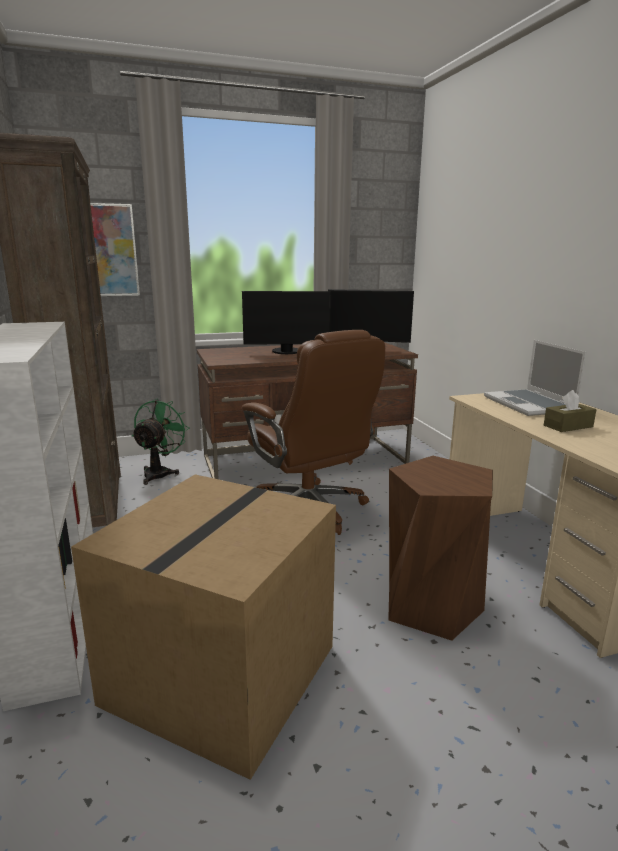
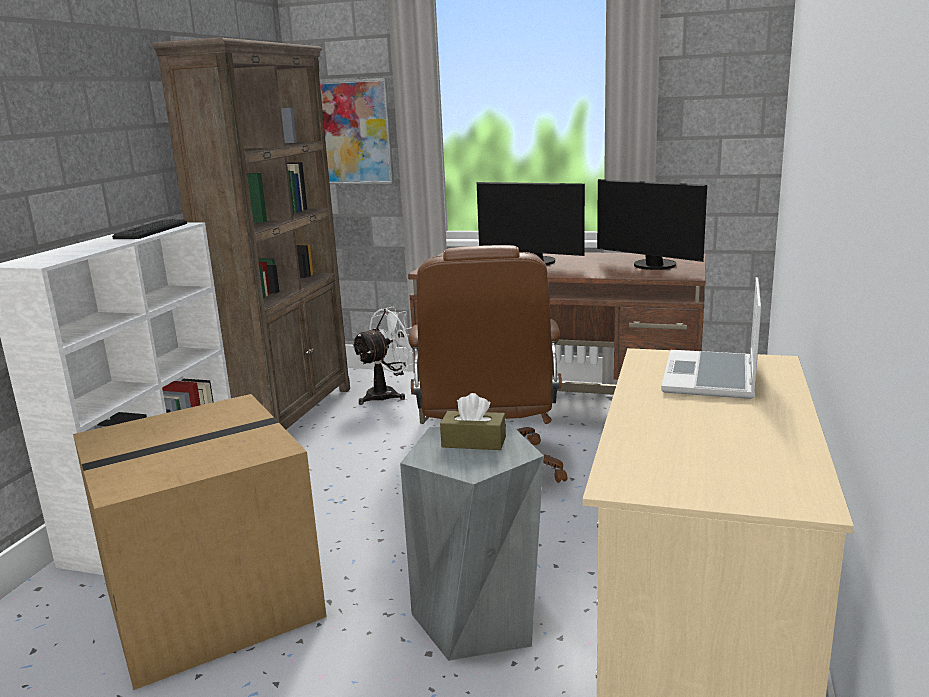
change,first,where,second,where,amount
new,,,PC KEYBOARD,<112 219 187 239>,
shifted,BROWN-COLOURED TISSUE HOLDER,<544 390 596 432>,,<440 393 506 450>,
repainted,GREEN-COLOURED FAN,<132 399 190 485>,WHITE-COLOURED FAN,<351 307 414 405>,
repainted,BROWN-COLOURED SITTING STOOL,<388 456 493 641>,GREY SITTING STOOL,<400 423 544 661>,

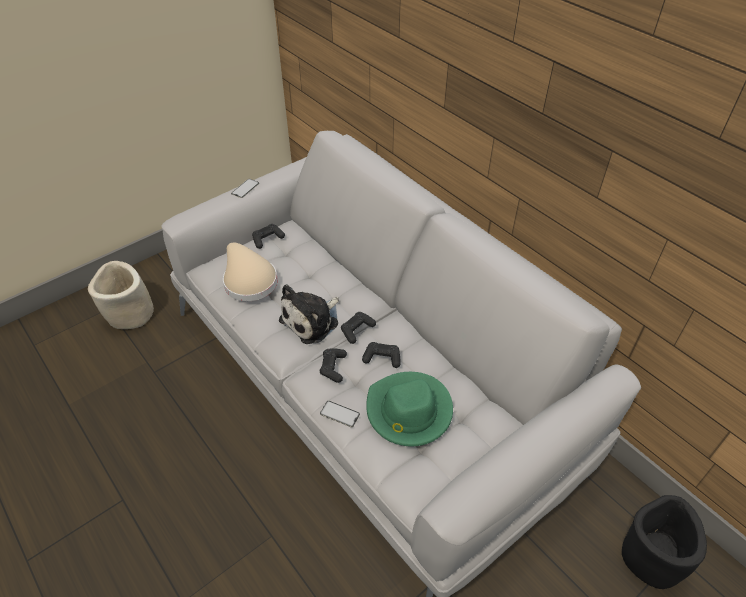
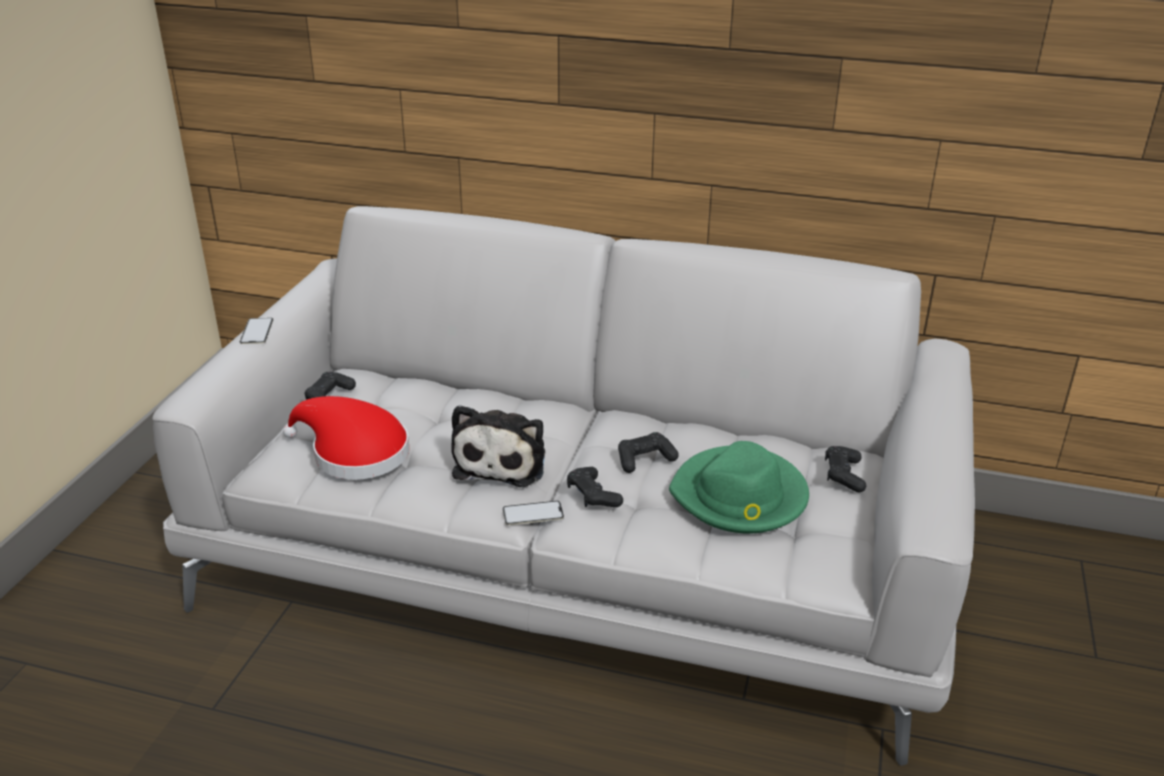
change,first,where,second,where,amount
gone,BEIGE-COLOURED PLANT POT,<88 261 154 329>,,,
gone,BLACK PLANT POT,<622 495 707 589>,,,
shifted,HANDSET,<320 401 360 427>,,<503 501 564 525>,
shifted,BLACK GAME CONTROLLER,<341 312 376 344>,,<825 446 866 493>,
repainted,BEIGE-COLOURED CLOTHING HAT,<223 242 278 301>,RED-COLOURED CLOTHING HAT,<283 396 409 480>,

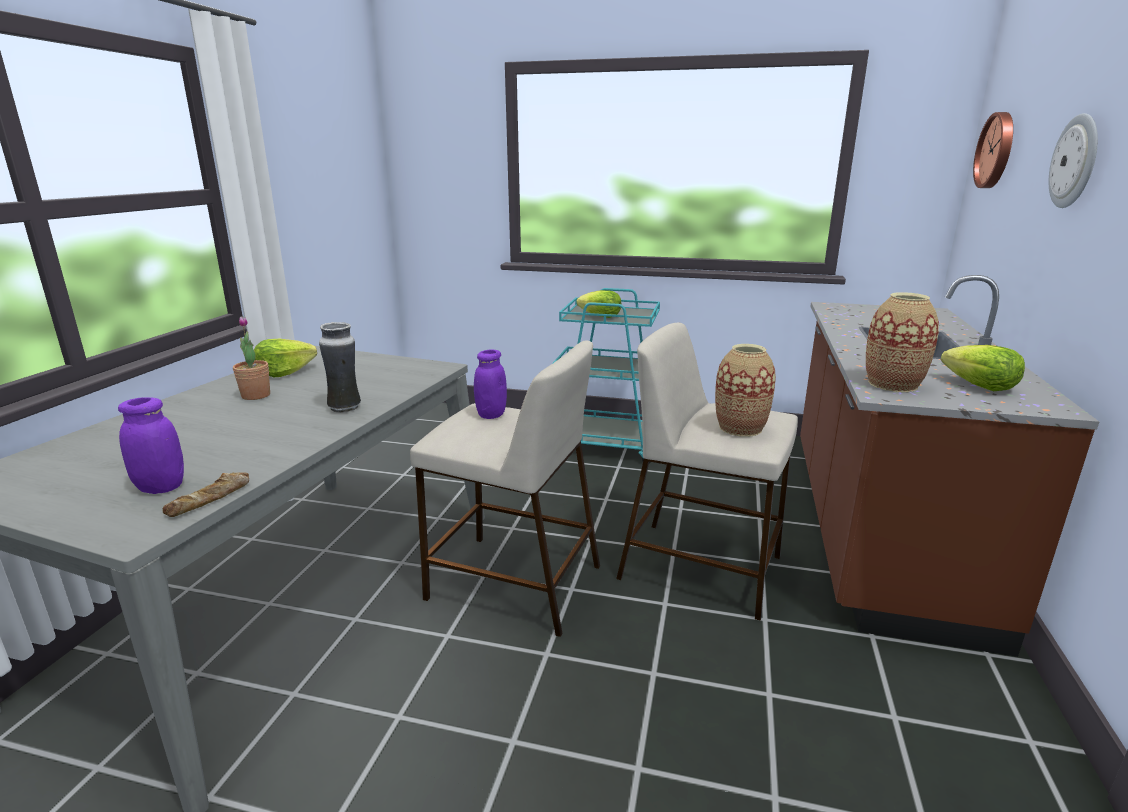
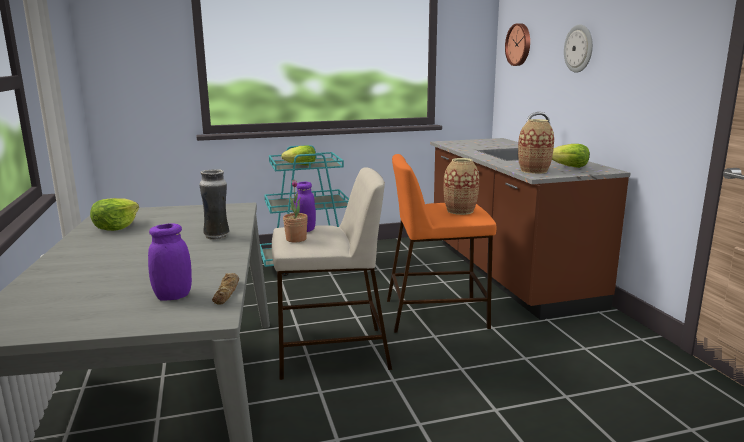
change,first,where,second,where,amount
shifted,POTTED PLANT,<233 316 270 400>,,<283 180 308 242>,
repainted,BEIGE-COLOURED SITTING STOOL,<616 323 798 621>,ORANGE SITTING STOOL,<387 154 496 333>,

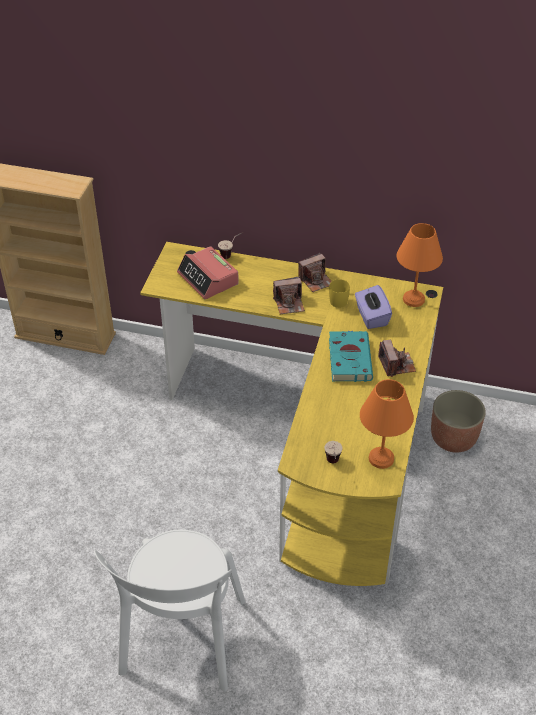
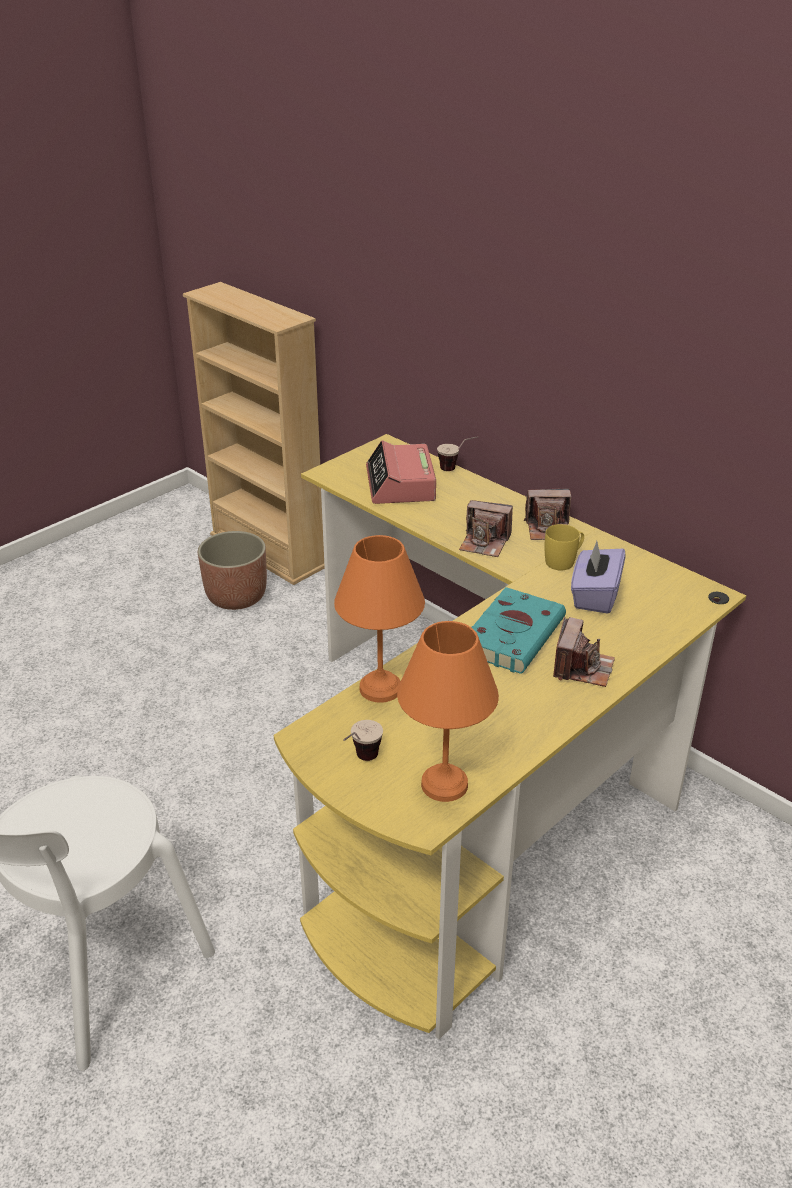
change,first,where,second,where,amount
shifted,ORANGE TABLETOP LAMP,<396 223 443 307>,,<334 535 425 703>,
shifted,PLANT POT,<431 390 486 453>,,<198 531 267 610>,

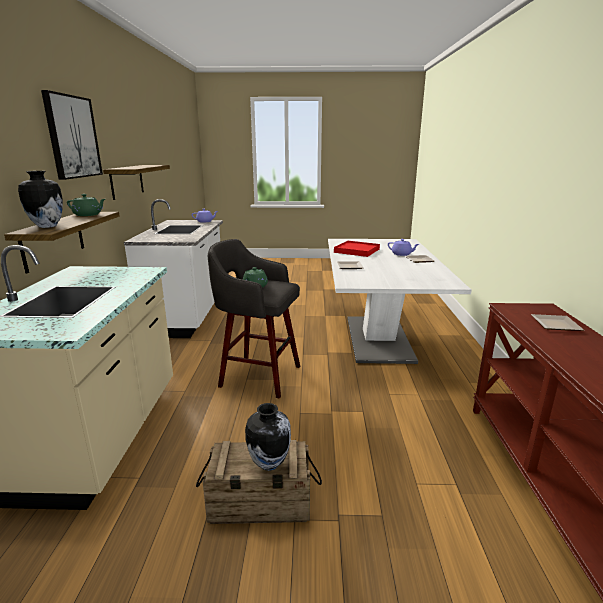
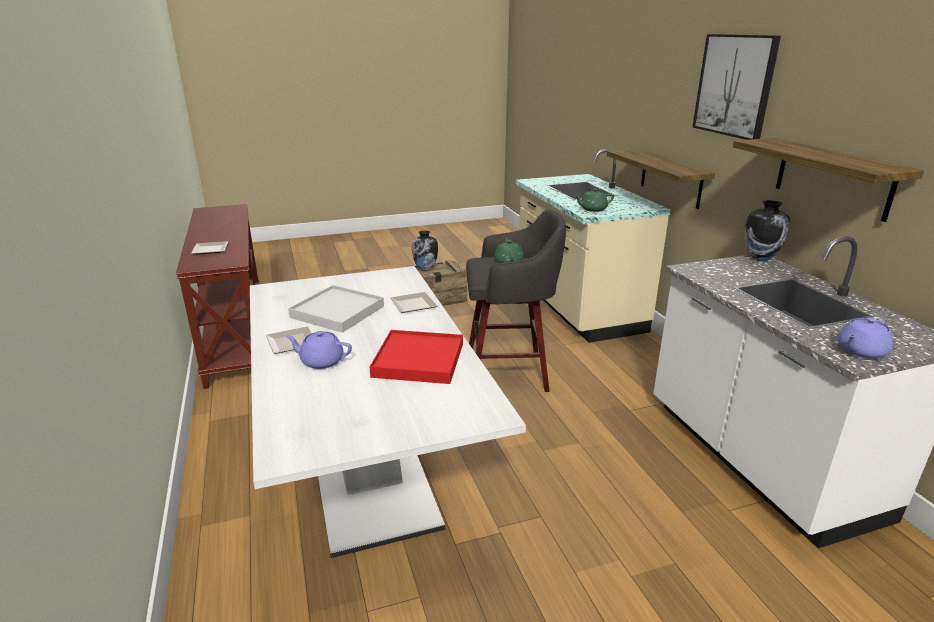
change,first,where,second,where,amount
new,,,WHITE-COLOURED CARRYING TRAY,<288 285 384 333>,
shifted,VASE,<18 171 63 228>,,<745 200 790 261>,
shifted,GREEN-COLOURED POT FOR TEA,<67 194 105 216>,,<573 189 614 212>,

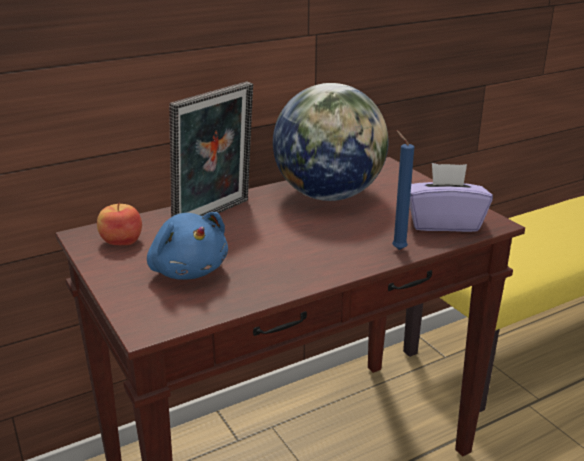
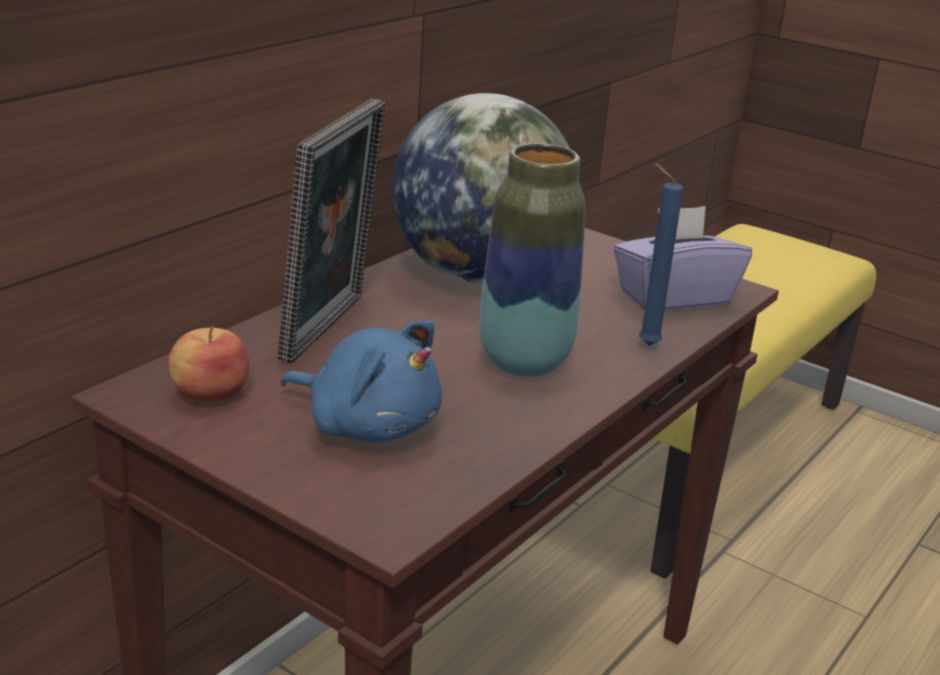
change,first,where,second,where,amount
new,,,VASE,<479 143 586 377>,

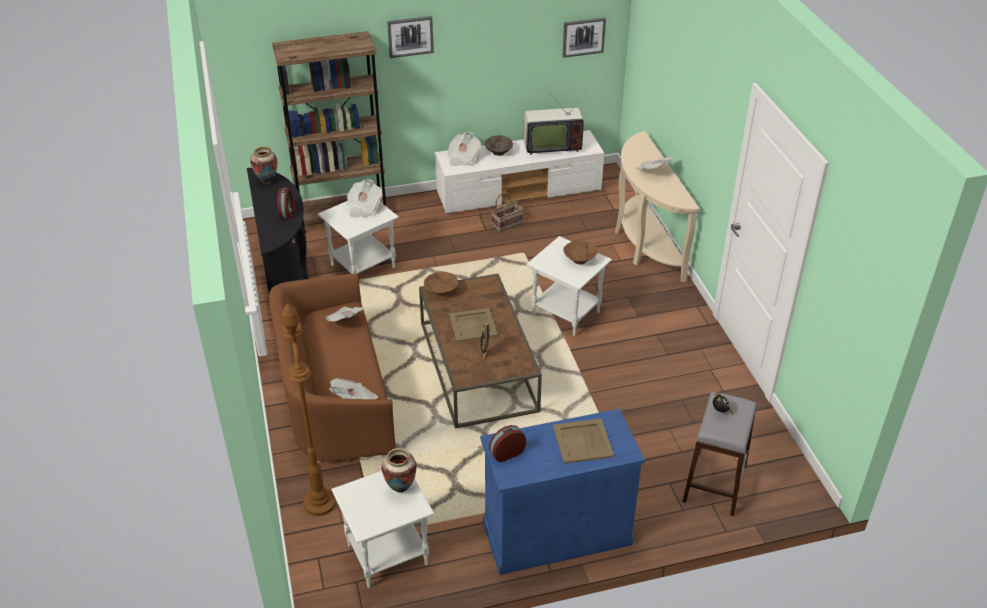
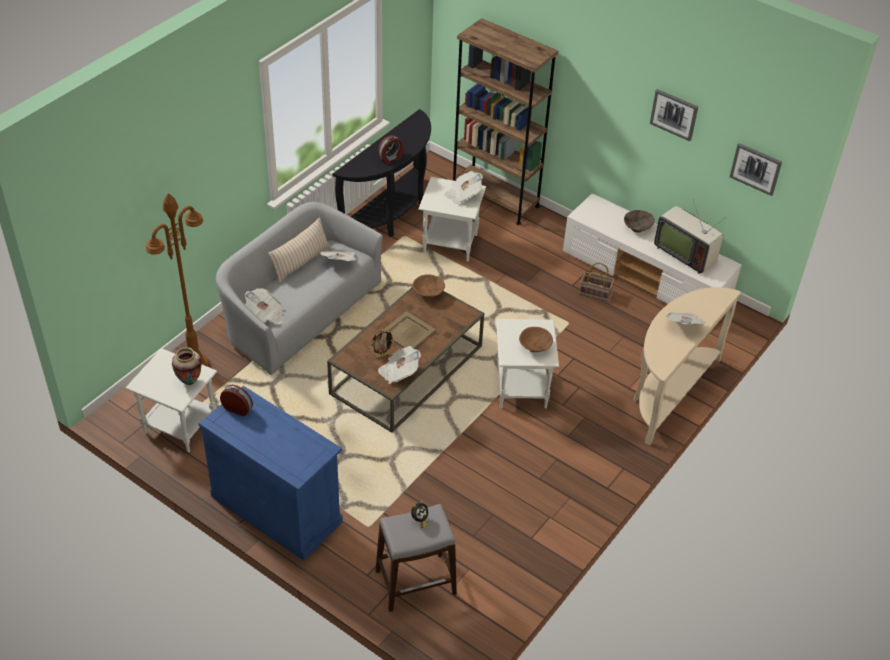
change,first,where,second,where,amount
gone,VASE,<250 146 277 184>,,,
gone,BEIGE-COLOURED CARRYING TRAY,<553 418 614 464>,,,
new,,,BEIGE-COLOURED PILLOW,<268 217 330 283>,
shifted,PICTURE,<387 16 434 58>,,<650 89 698 141>,
shifted,DAILY PAPER,<448 132 481 166>,,<378 346 421 384>,
repainted,BROWN-COLOURED COUCH,<269 274 396 463>,GREY COUCH,<216 202 383 375>,

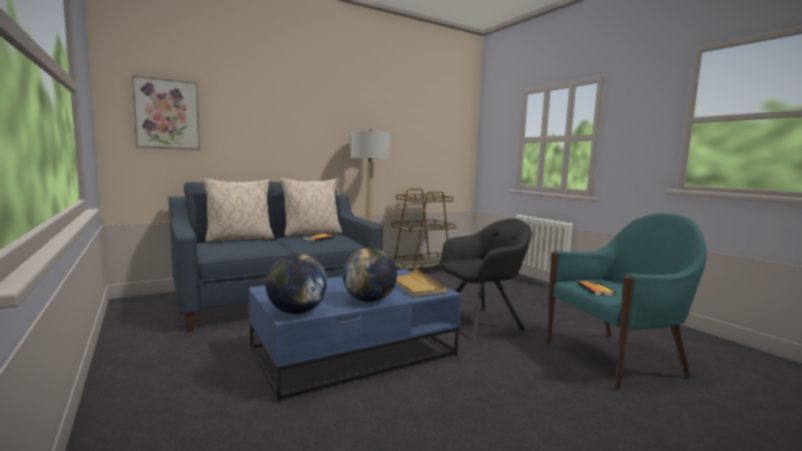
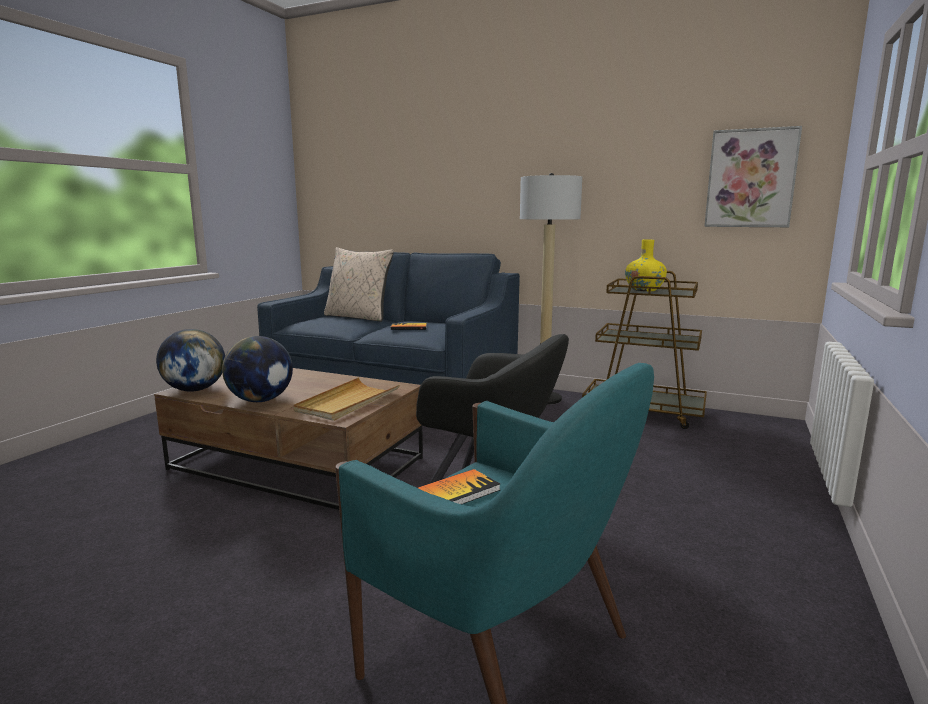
change,first,where,second,where,amount
gone,BEIGE-COLOURED PILLOW,<280 178 342 237>,,,
new,,,YELLOW-COLOURED VASE,<625 240 667 291>,
shifted,PICTURE,<132 75 200 150>,,<704 126 802 227>,
repainted,BLUE-COLOURED COFFEE TABLE,<248 269 461 403>,BROWN-COLOURED COFFEE TABLE,<154 368 423 510>,

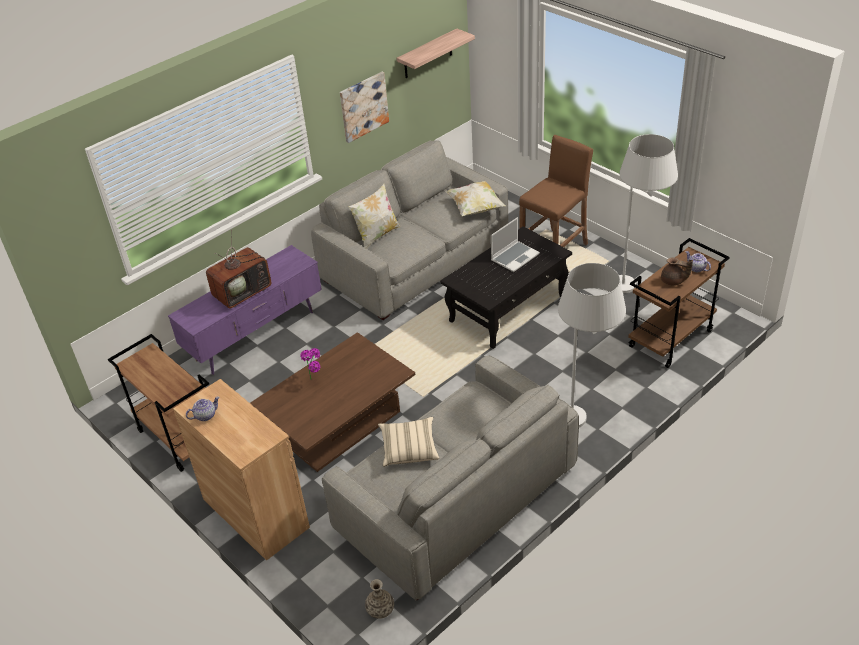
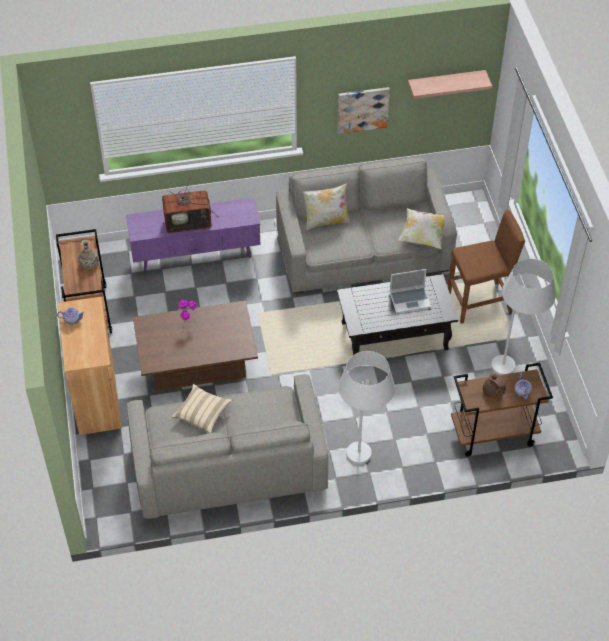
change,first,where,second,where,amount
shifted,VASE,<365 579 394 619>,,<78 240 99 269>,

